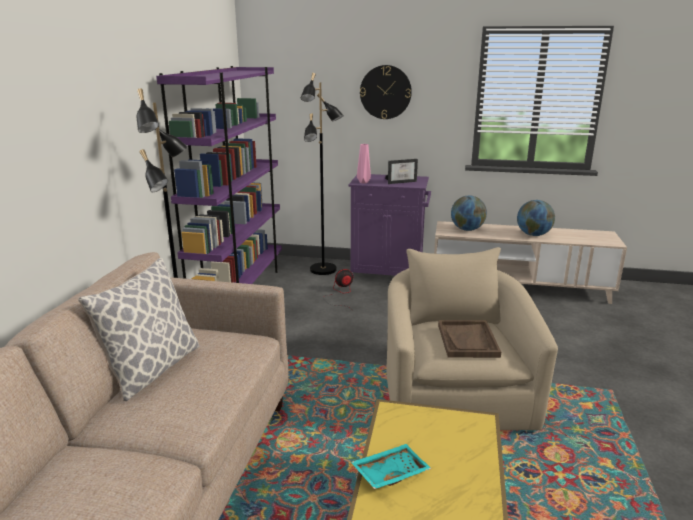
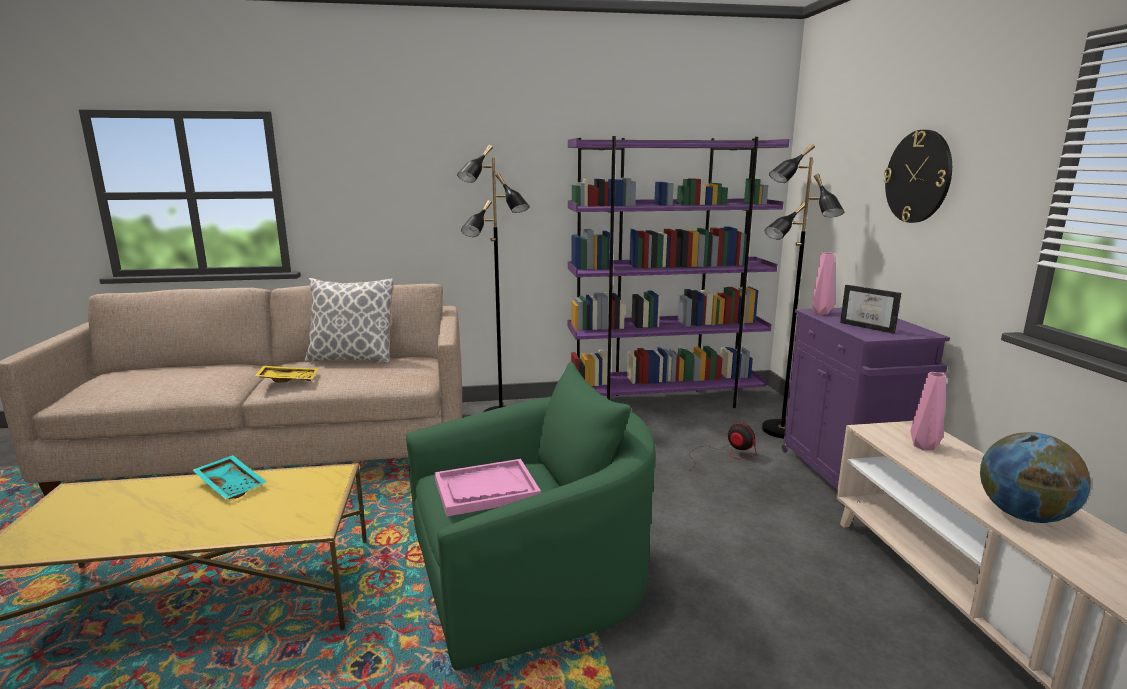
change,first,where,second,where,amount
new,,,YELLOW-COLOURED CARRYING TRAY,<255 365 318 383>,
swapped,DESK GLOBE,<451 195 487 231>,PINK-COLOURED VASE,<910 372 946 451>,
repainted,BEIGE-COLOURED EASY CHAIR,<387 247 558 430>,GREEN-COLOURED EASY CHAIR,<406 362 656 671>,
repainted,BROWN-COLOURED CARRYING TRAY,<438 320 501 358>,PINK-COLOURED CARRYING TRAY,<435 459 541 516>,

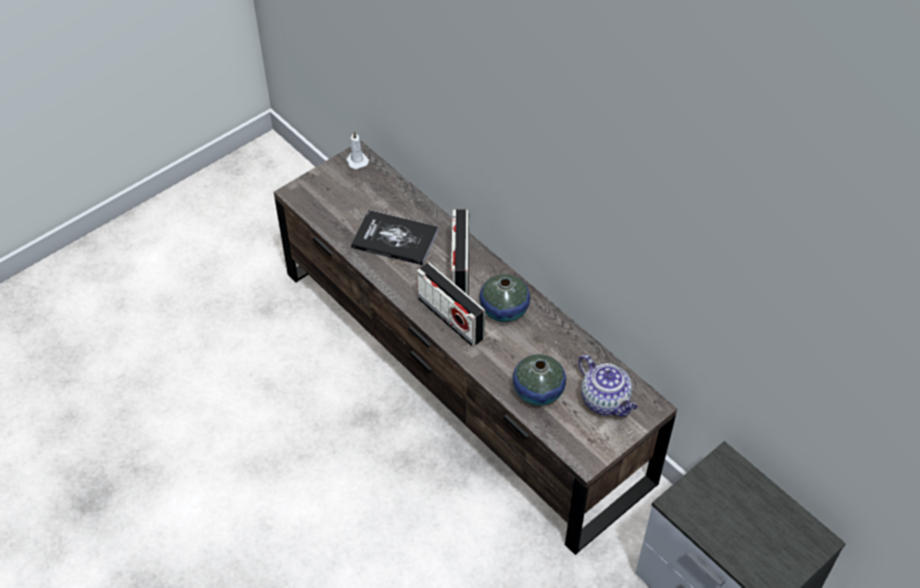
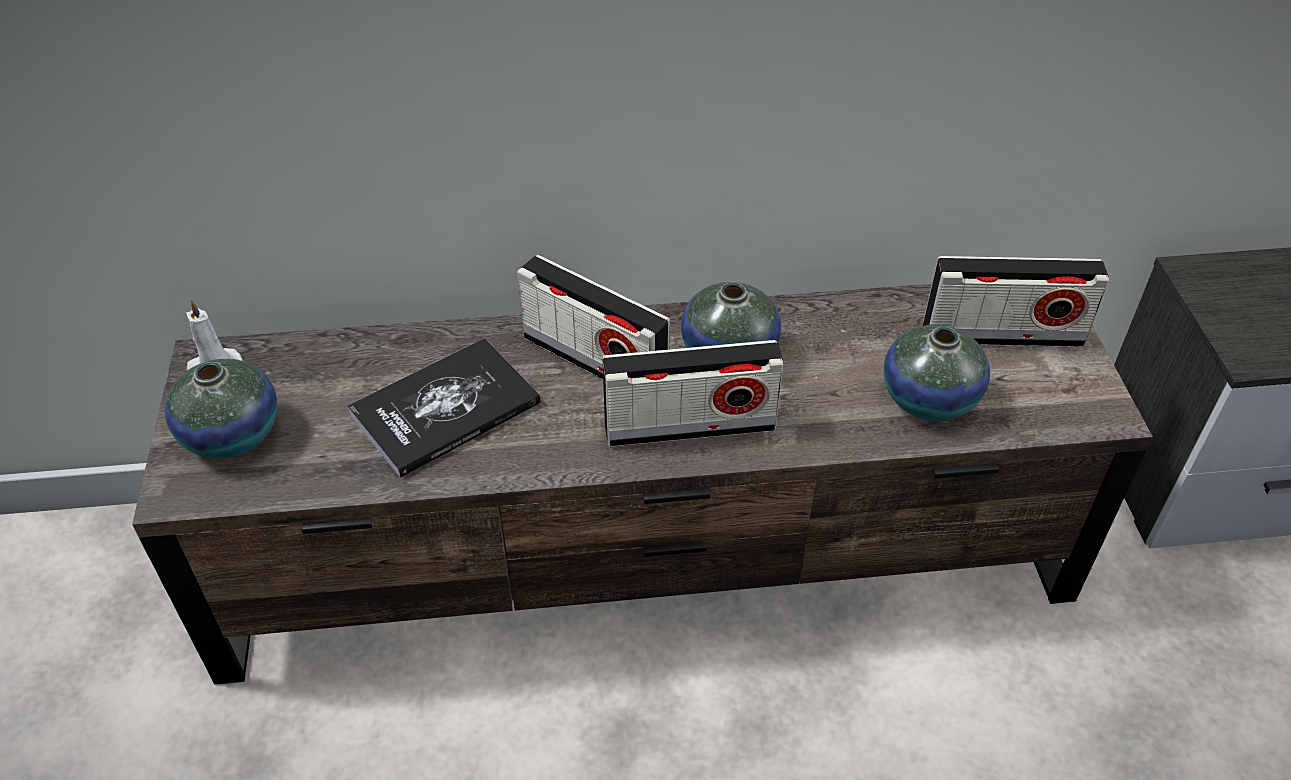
change,first,where,second,where,amount
new,,,VASE,<165 359 277 459>,
swapped,POT FOR TEA,<578 355 638 417>,RADIO,<923 256 1109 347>,

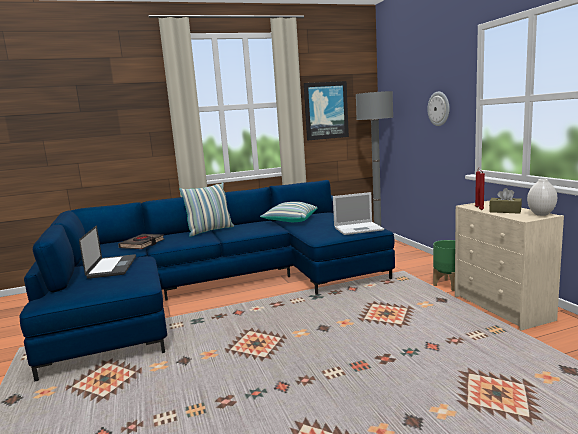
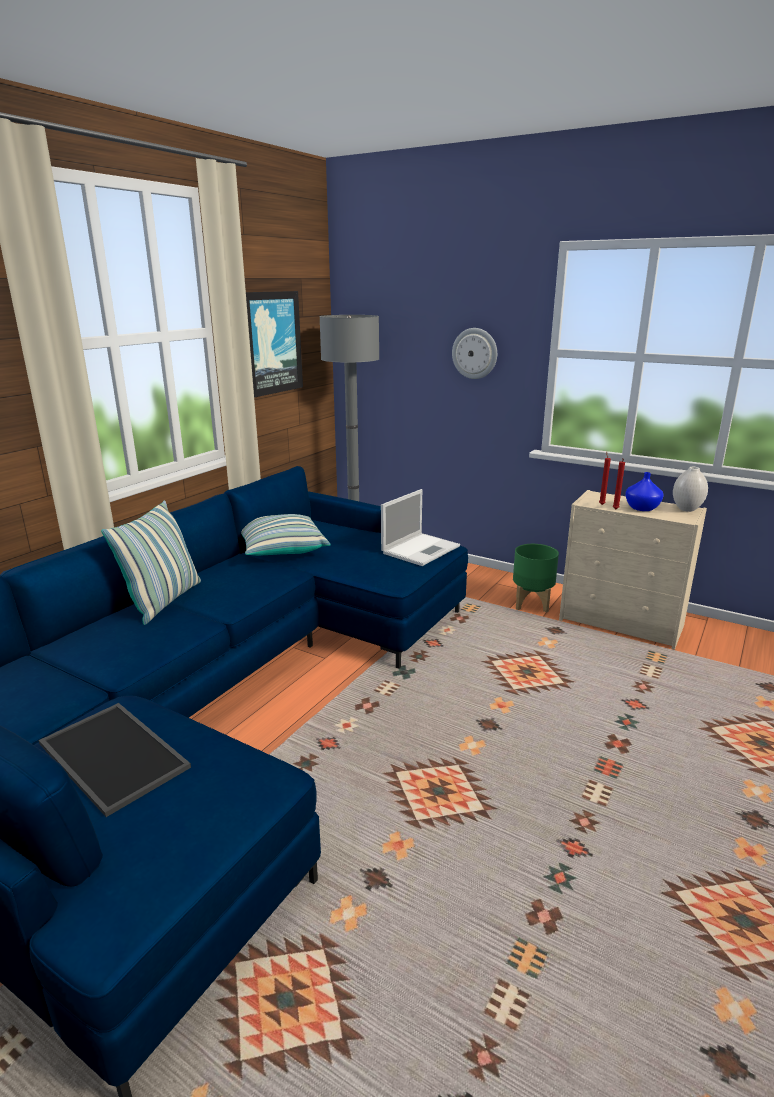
change,first,where,second,where,amount
gone,BLACK BOOK,<118 234 164 249>,,,
swapped,PORTABLE COMPUTER,<79 226 136 279>,CARRYING TRAY,<39 703 191 817>,
swapped,BROWN-COLOURED TISSUE HOLDER,<489 188 522 214>,BLUE-COLOURED VASE,<625 472 664 511>,

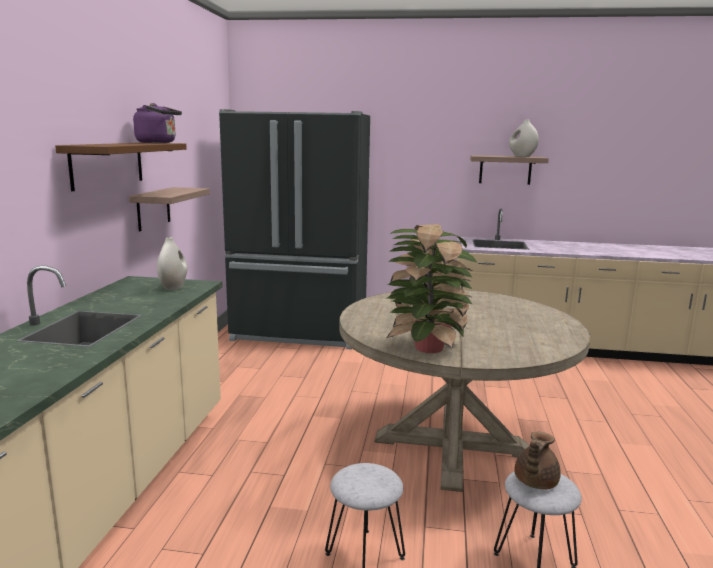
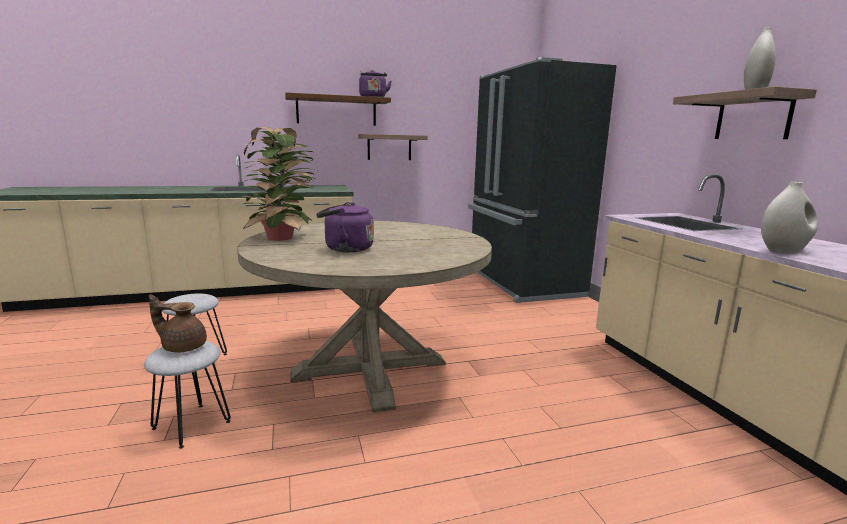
change,first,where,second,where,amount
new,,,PURPLISH TEA KETTLE,<316 202 374 252>,
shifted,WHITE-COLOURED VASE,<157 237 187 291>,,<761 182 818 254>,

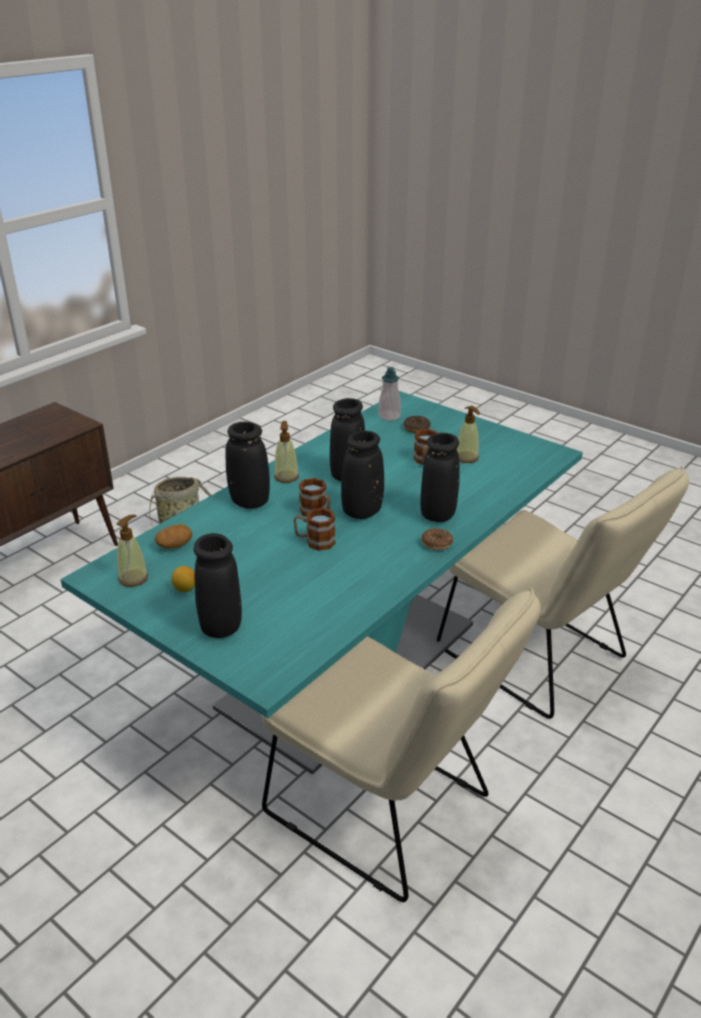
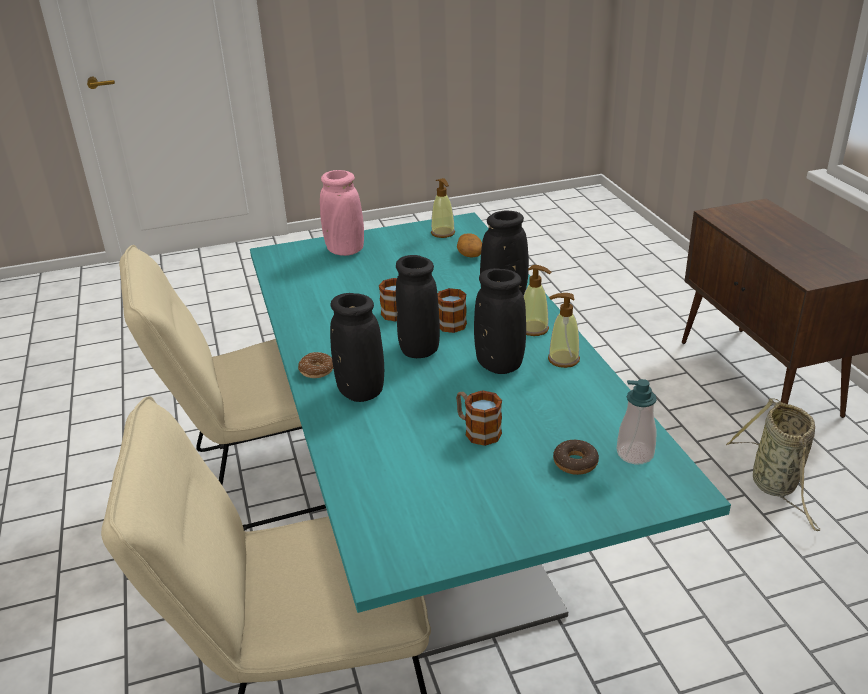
change,first,where,second,where,amount
gone,WHOLE LEMON,<171 566 195 592>,,,
shifted,LIQUID SOAP BOTTLE,<457 406 480 463>,,<548 293 580 368>,
repainted,BLACK VASE,<194 533 242 638>,PINK-COLOURED VASE,<320 170 364 256>,

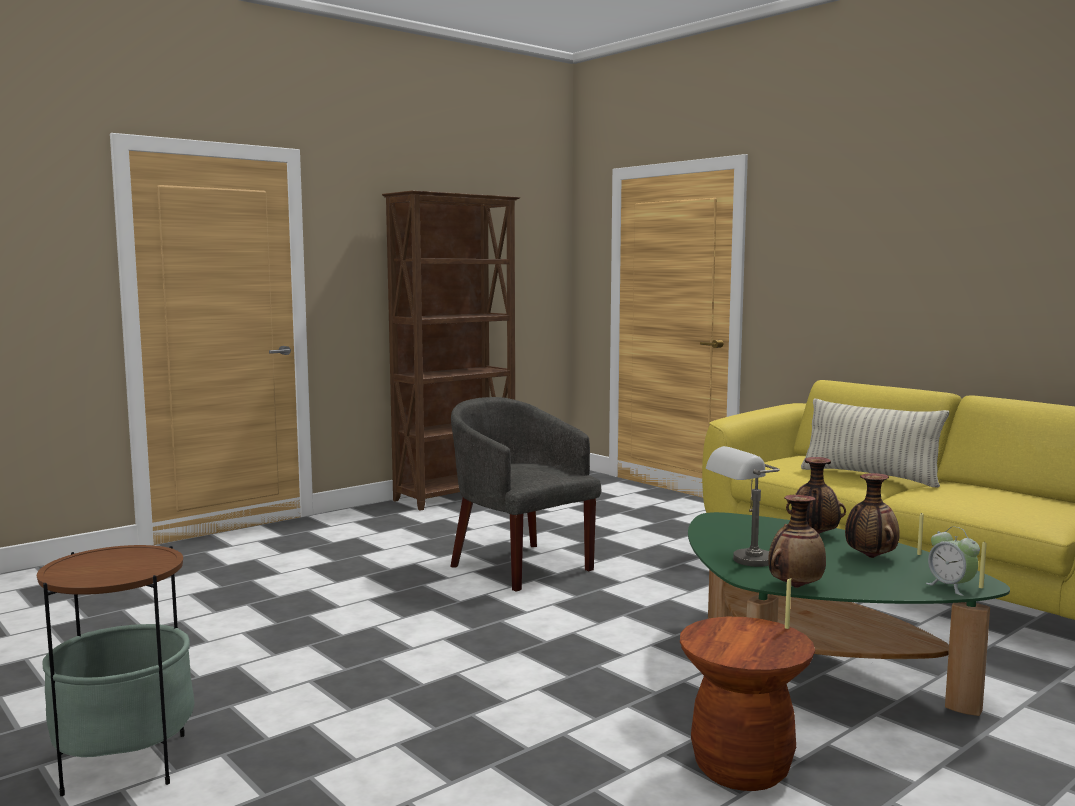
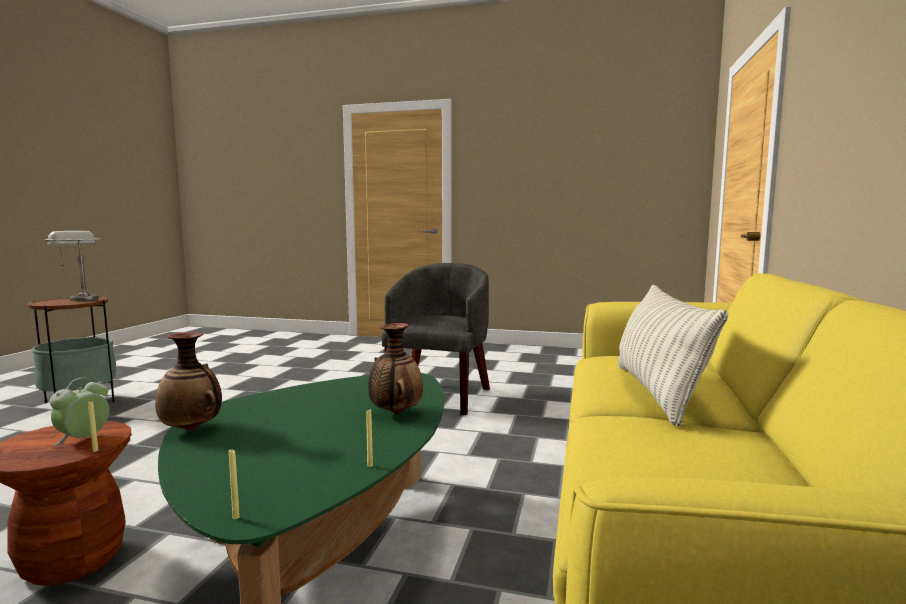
change,first,where,second,where,amount
gone,BROWN-COLOURED SHELVING UNIT,<382 190 520 511>,,,
gone,VASE,<845 473 900 558>,,,
shifted,GREY TABLETOP LAMP,<706 446 780 567>,,<44 231 102 301>,
shifted,BEDSIDE CLOCK,<926 527 980 596>,,<50 377 110 446>,

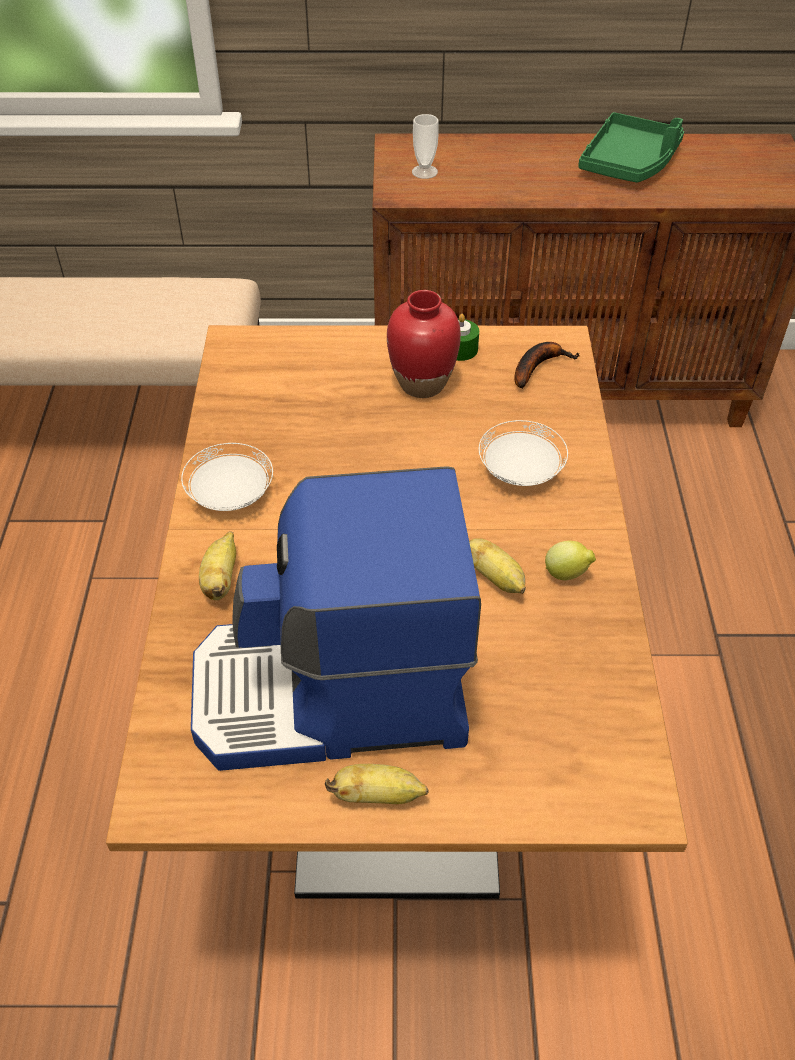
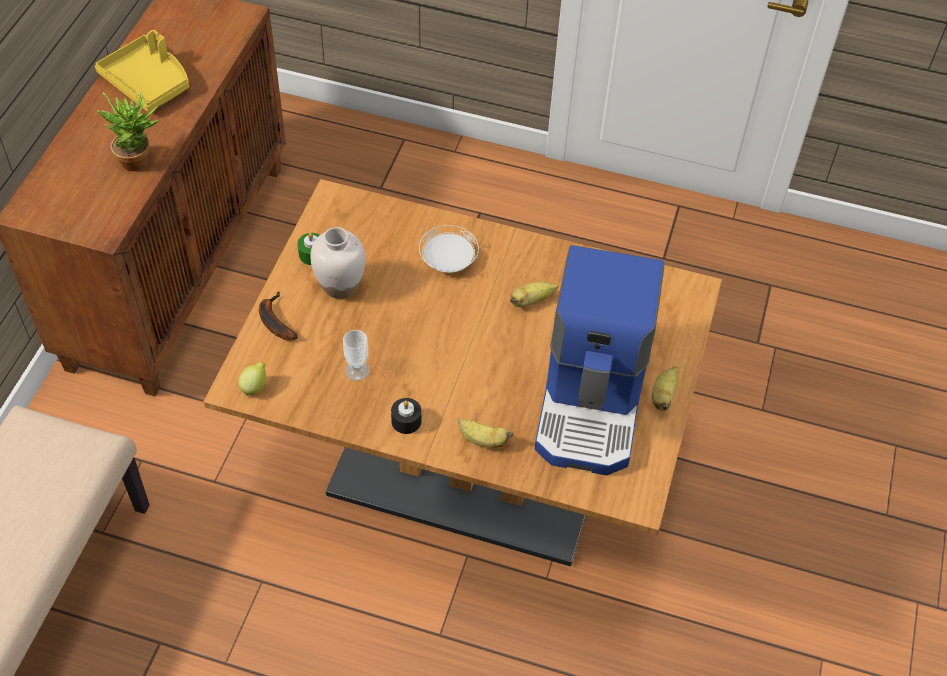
change,first,where,second,where,amount
new,,,POTTED PLANT,<97 92 161 171>,
shifted,CUP,<412 114 439 179>,,<343 330 370 381>,
shifted,BANANA FRUIT,<514 342 580 389>,,<259 292 298 341>,
shifted,WHOLE LEMON,<545 541 596 580>,,<238 362 266 396>,
swapped,WHITE-COLOURED FLAT DISH,<181 443 273 511>,BLACK CANDLE,<391 398 421 434>,
repainted,RED-COLOURED VASE,<387 290 461 398>,WHITE-COLOURED VASE,<310 227 365 299>,
repainted,GREEN-COLOURED CARRYING TRAY,<578 112 684 183>,YELLOW-COLOURED CARRYING TRAY,<95 30 189 112>,

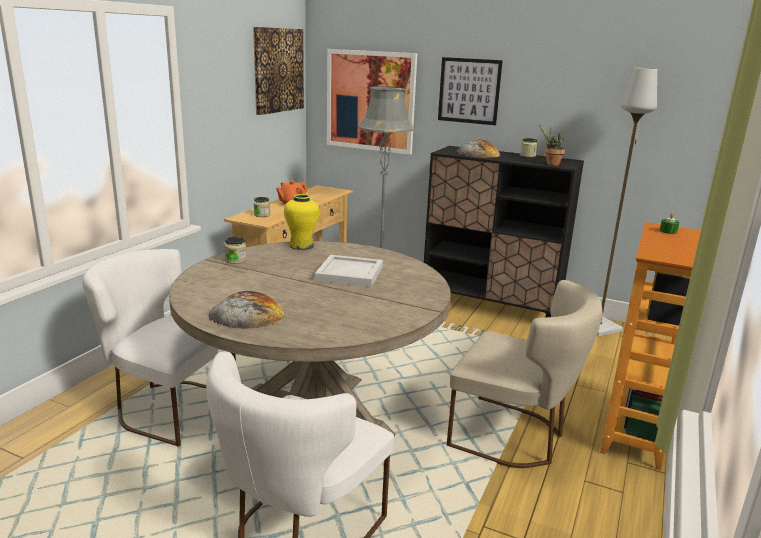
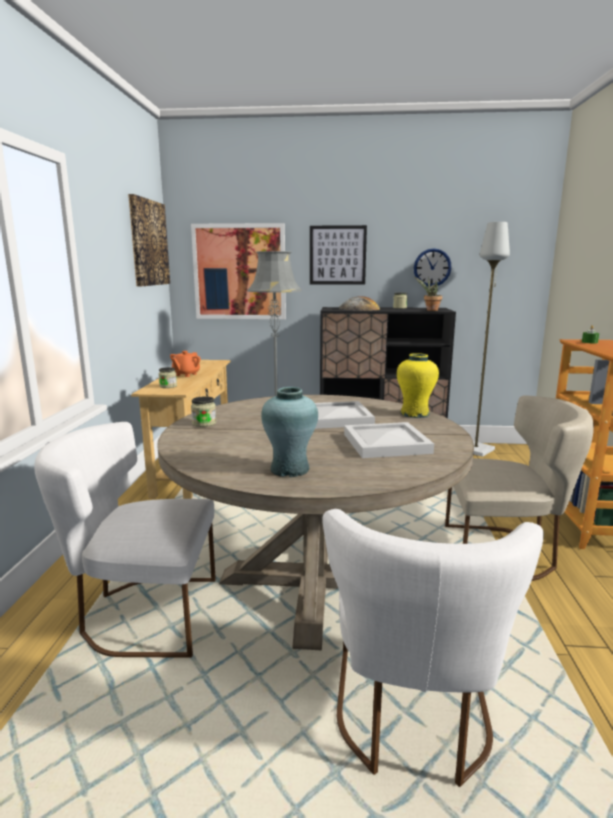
change,first,where,second,where,amount
new,,,WHITE-COLOURED CARRYING TRAY,<344 422 434 458>,
new,,,CLOCK ON THE WALL,<414 248 452 287>,
shifted,YELLOW-COLOURED VASE,<284 194 320 250>,,<397 353 439 418>,
swapped,BREAD,<208 291 285 329>,TURQUOISE VASE,<261 387 318 477>,

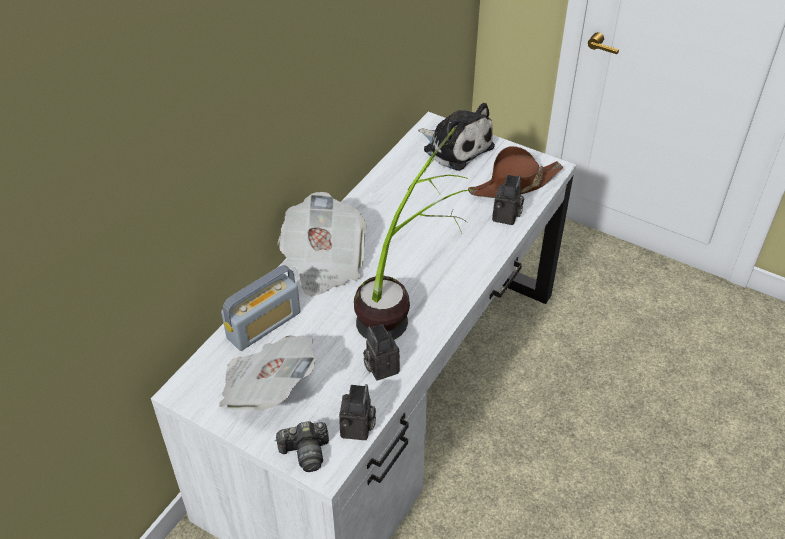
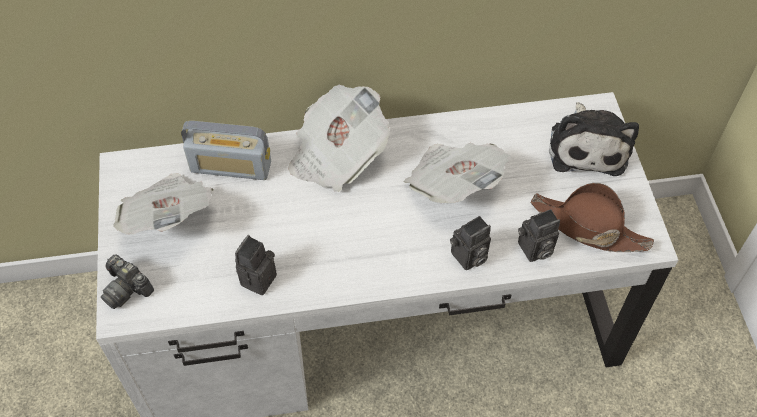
change,first,where,second,where,amount
gone,POTTED PLANT,<354 128 474 340>,,,
new,,,DAILY PAPER,<404 143 511 203>,
shifted,STILL CAMERA,<339 384 376 440>,,<450 216 491 270>,

